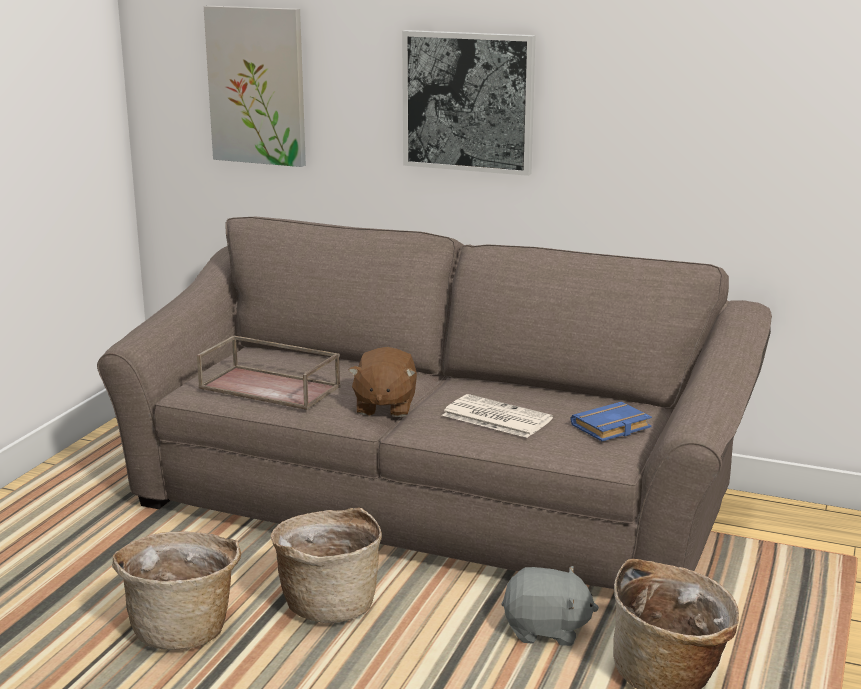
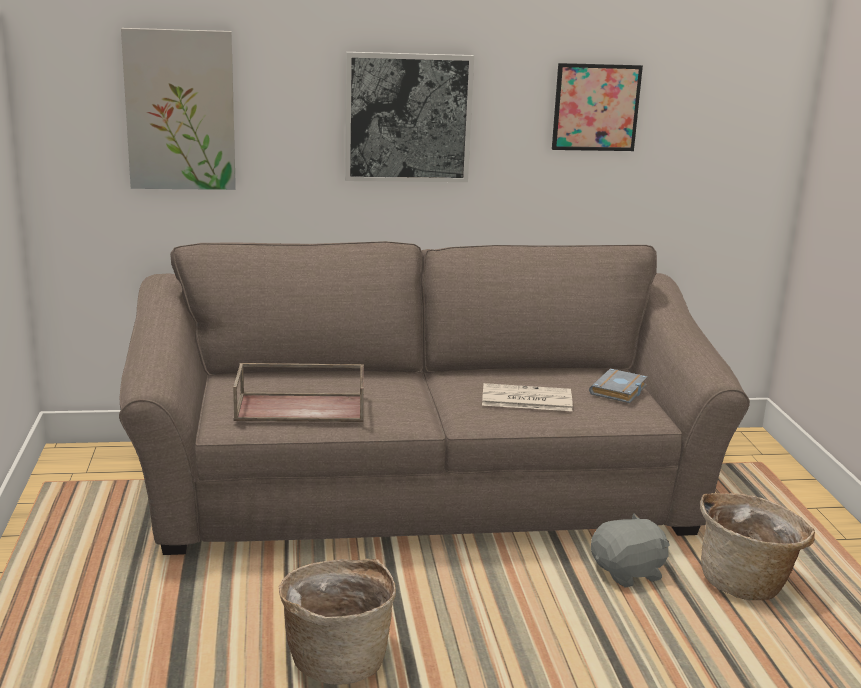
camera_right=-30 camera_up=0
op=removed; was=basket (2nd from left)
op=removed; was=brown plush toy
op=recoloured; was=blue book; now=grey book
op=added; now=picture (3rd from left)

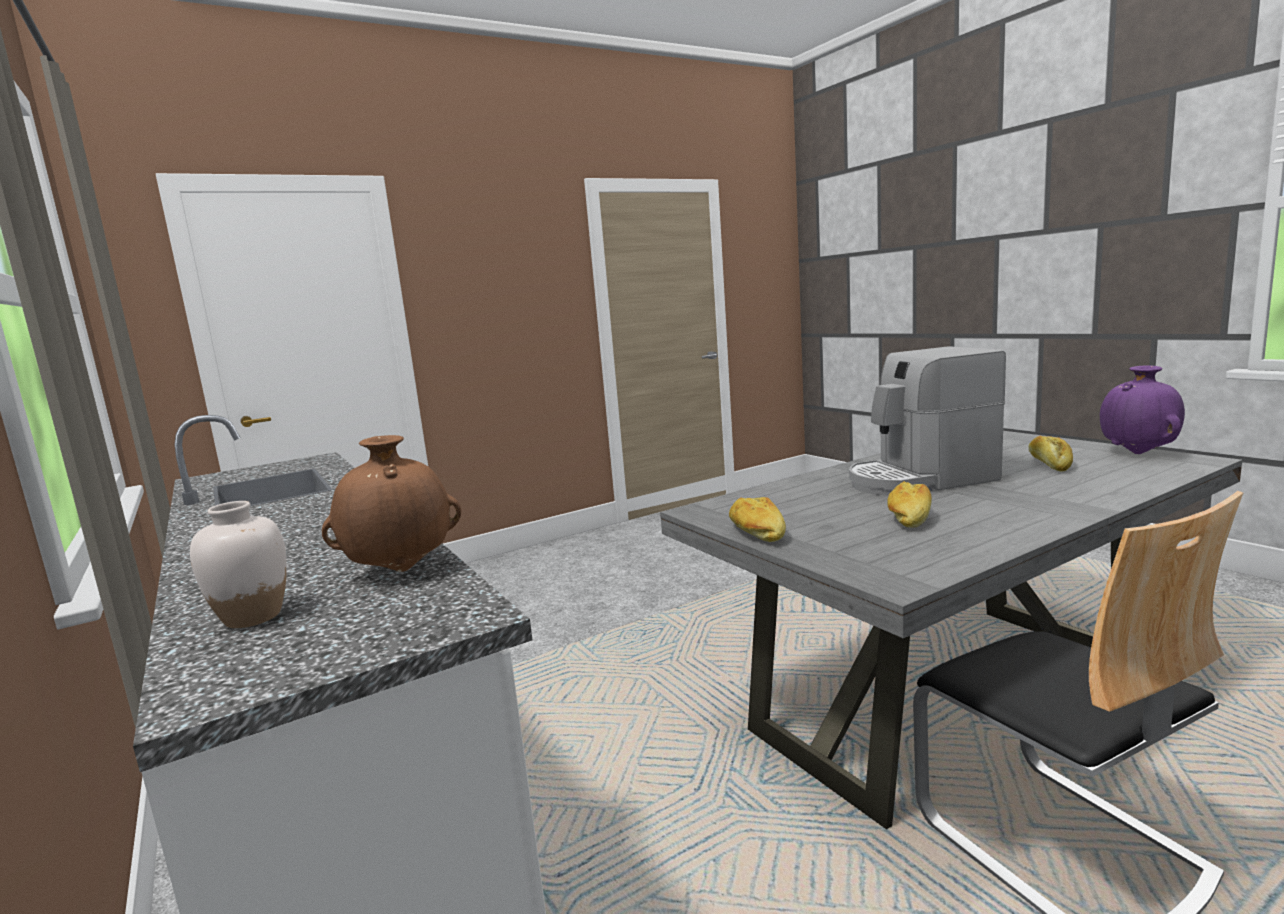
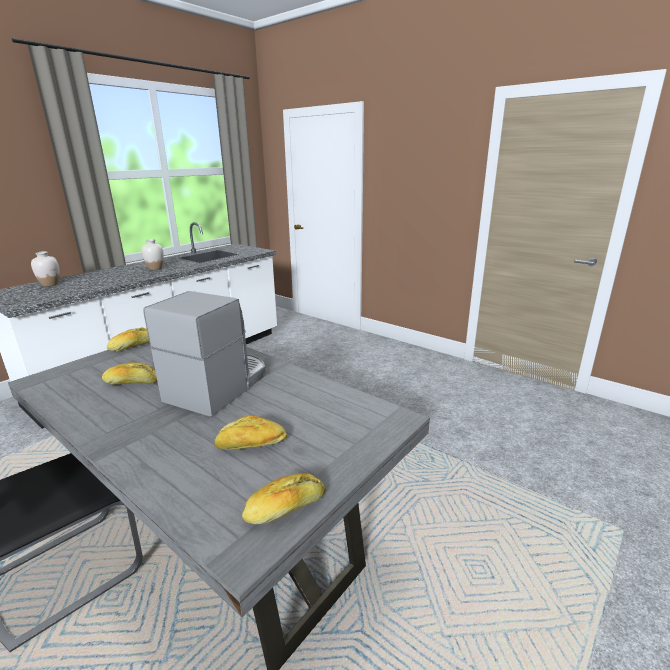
camera_right=70 camera_up=10
op=removed; was=brown vase
op=turned; was=coffee machine; clockwise=60
op=replaced; was=purple vase; now=bread (4th from left)
op=added; now=white vase (2nd from left)

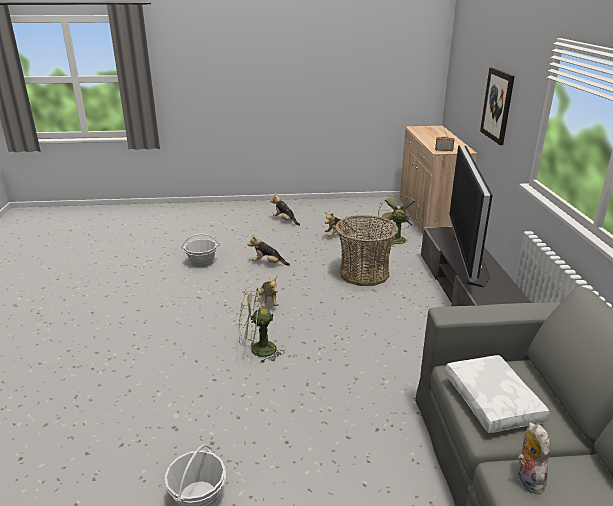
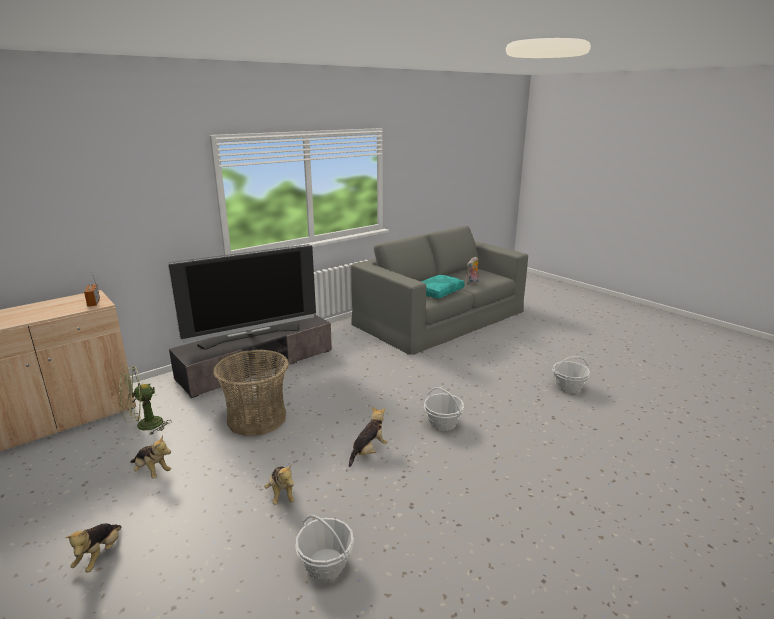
camera_right=-125 camera_up=-5
op=replaced; was=green fan (1st from left); now=basket (3rd from left)
op=recoloured; was=white pillow; now=turquoise pillow
op=removed; was=picture

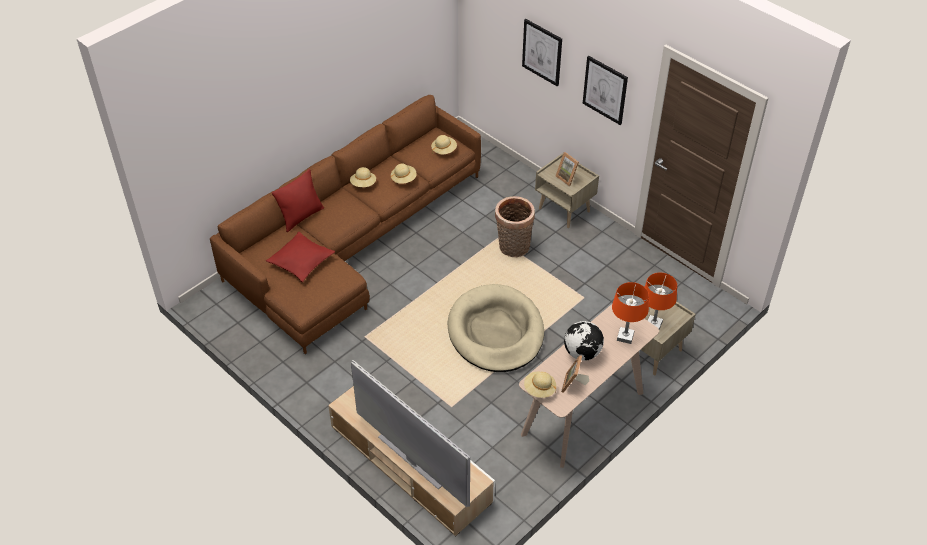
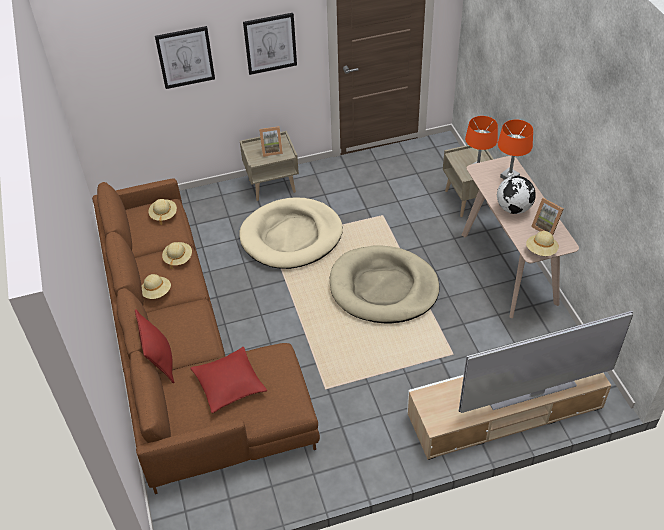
camera_right=-60 camera_up=0
op=replaced; was=basket; now=beige dog bed (1st from left)

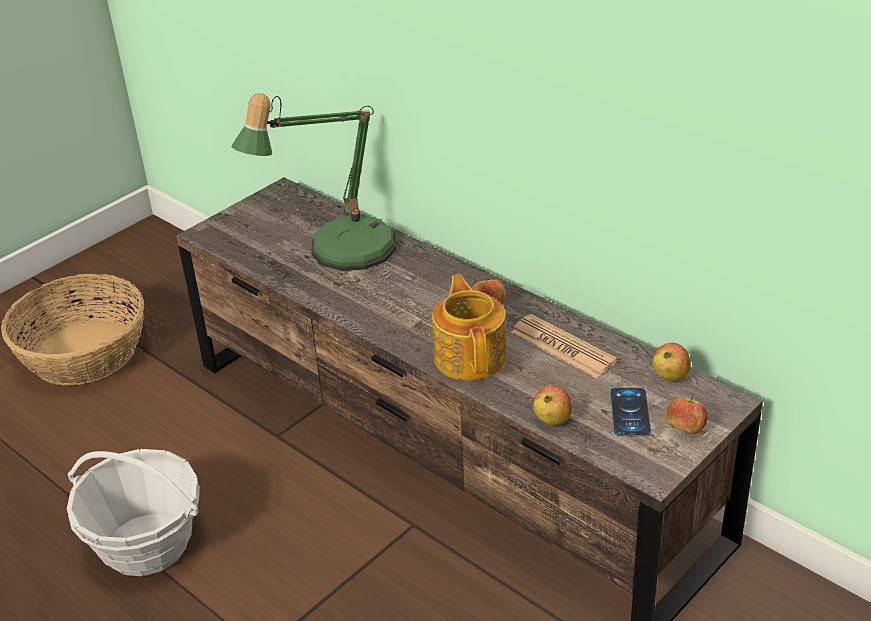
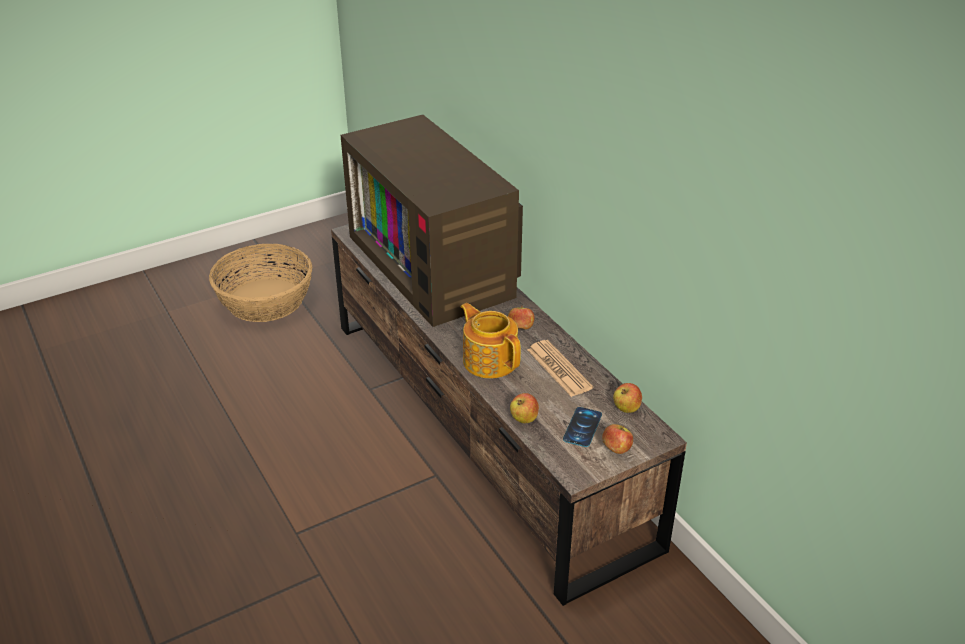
camera_right=15 camera_up=0
op=removed; was=basket (2nd from left)
op=replaced; was=table lamp; now=television
op=turned; was=teapot; clockwise=-45

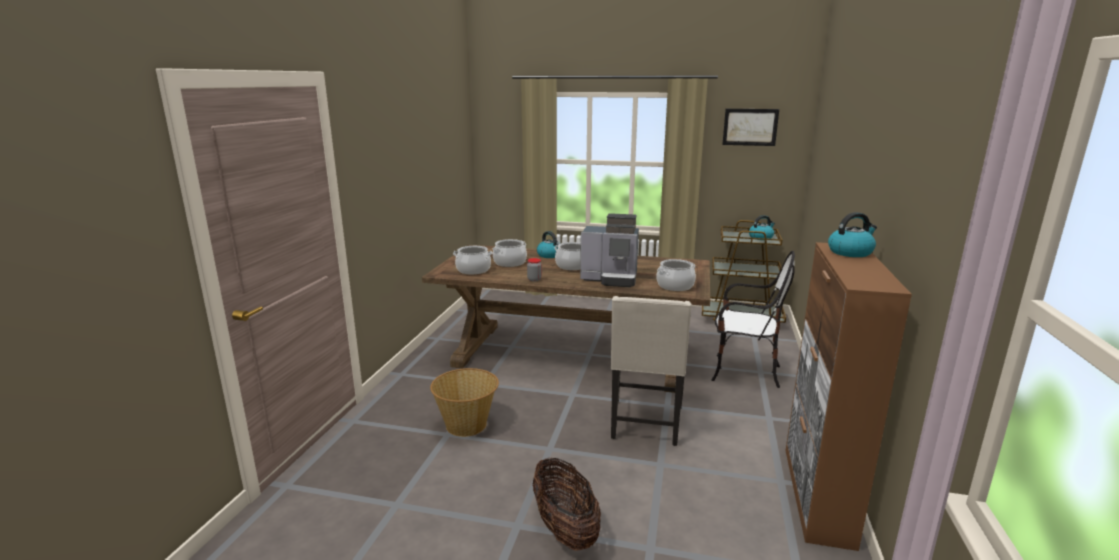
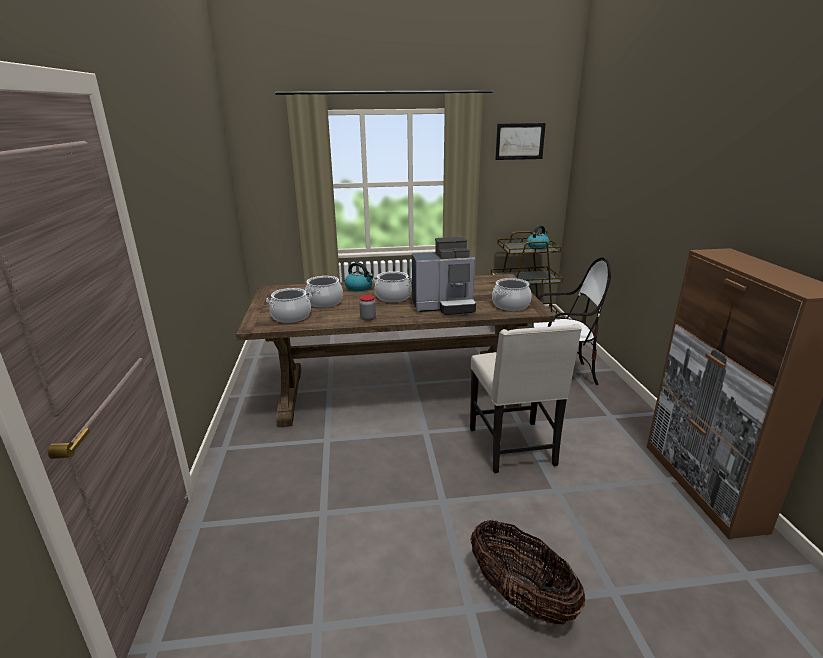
camera_right=-20 camera_up=5
op=removed; was=basket (1st from left)
op=removed; was=kettle (3rd from left)

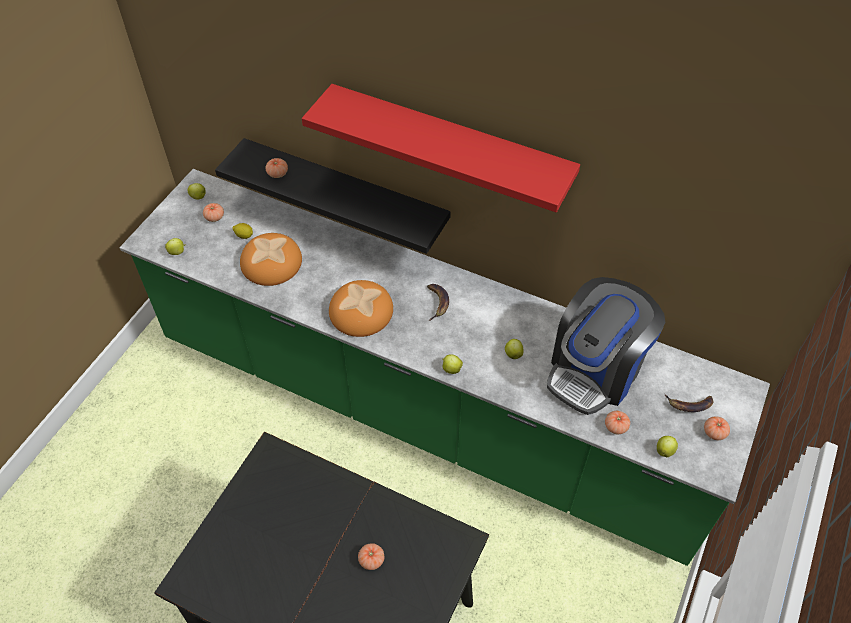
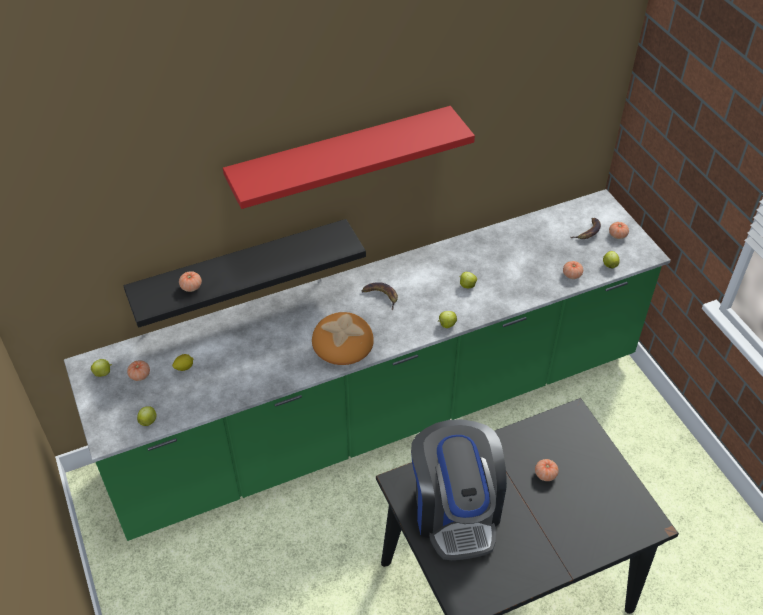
camera_right=-50 camera_up=-5
op=removed; was=bread (1st from left)
op=moved; was=coffee machine

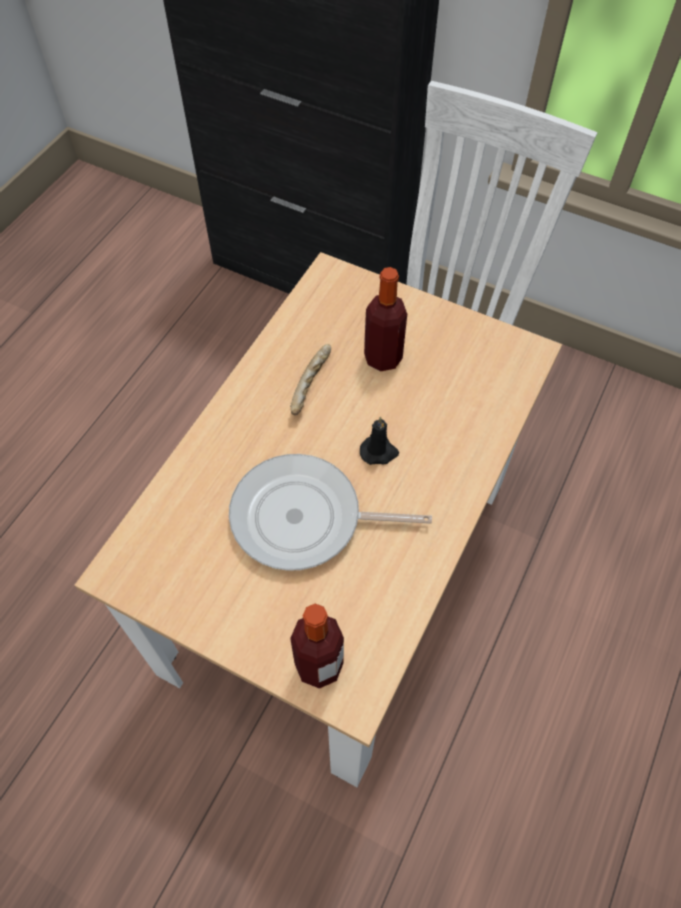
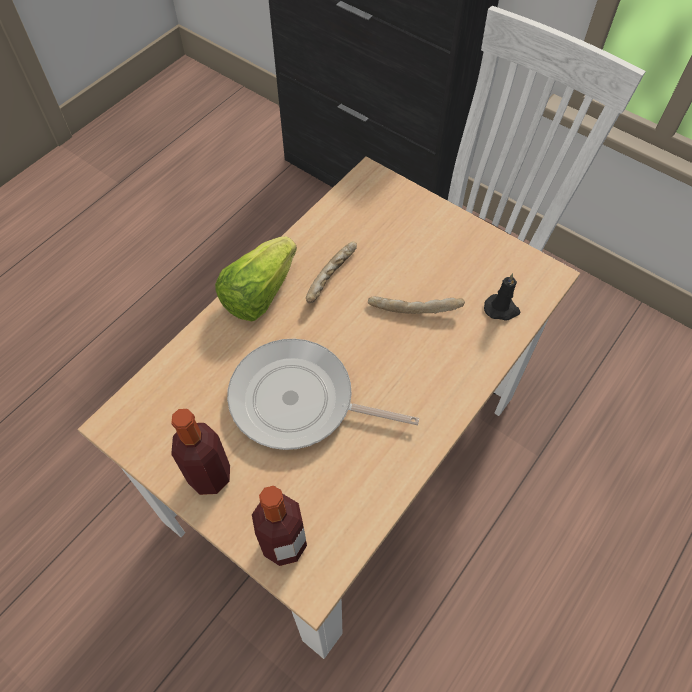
camera_right=10 camera_up=0
op=moved; was=black candle
op=moved; was=bottle (2nd from left in the first image); now=bottle (1st from left)
op=added; now=lettuce
op=added; now=bread (2nd from left)

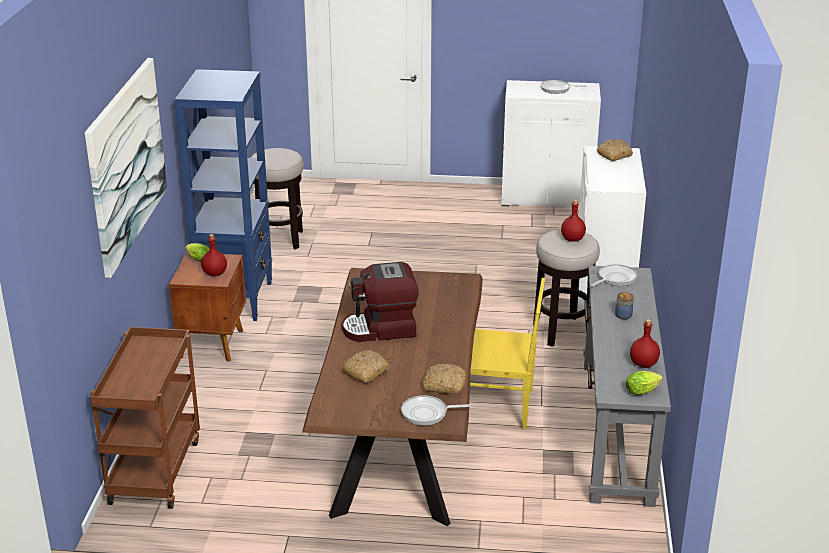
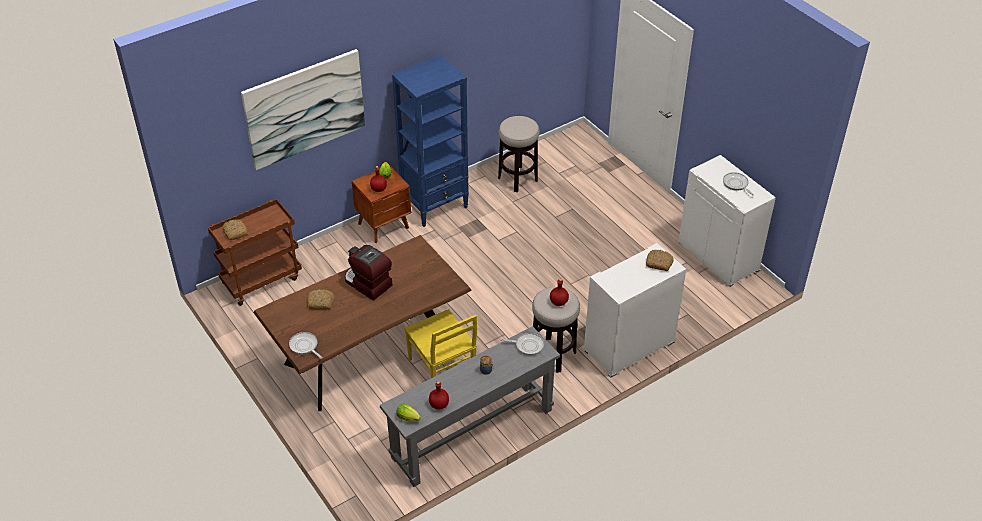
camera_right=50 camera_up=15
op=moved; was=bread (2nd from left in the first image); now=bread (1st from left)

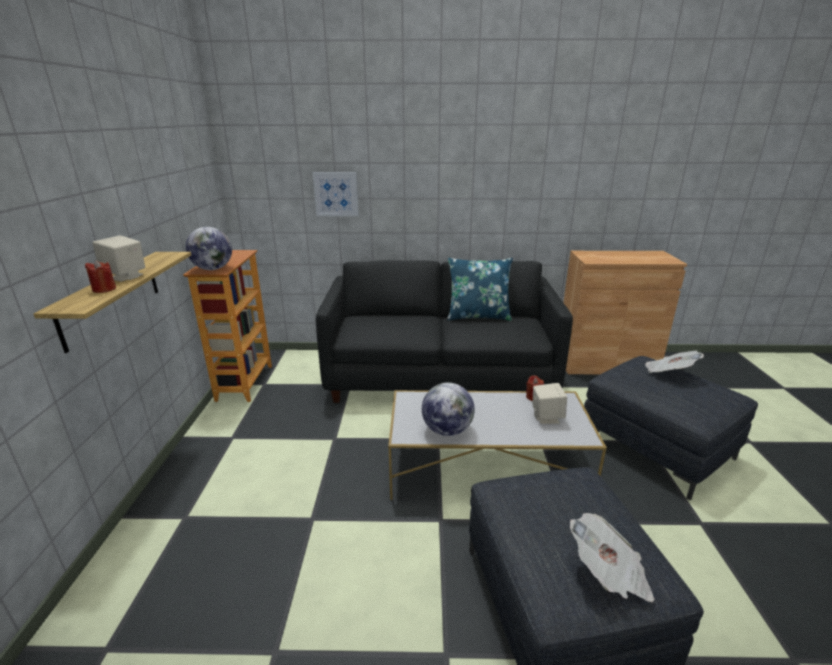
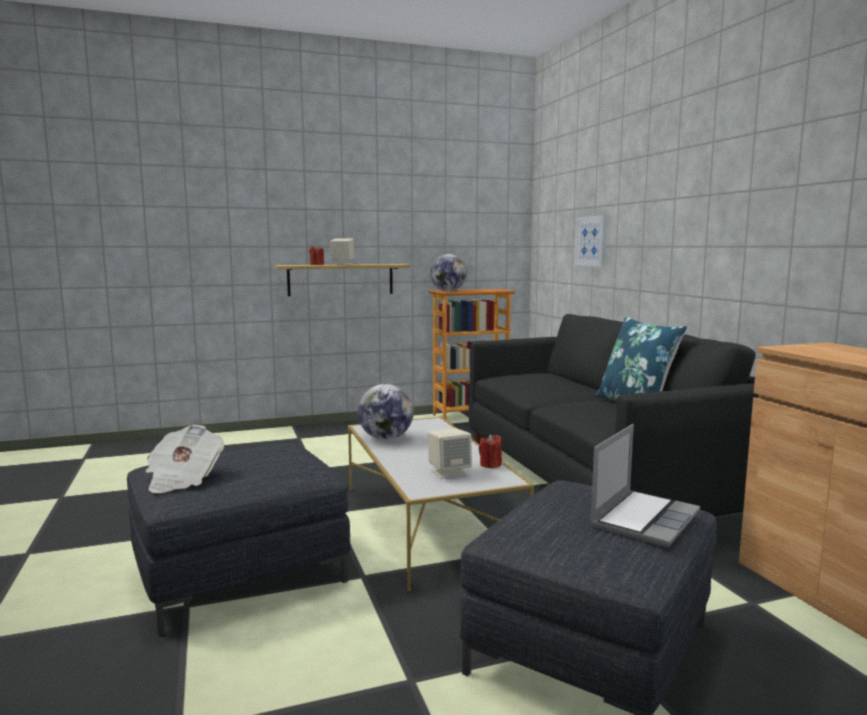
camera_right=70 camera_up=-15
op=replaced; was=newspaper (2nd from left); now=laptop

